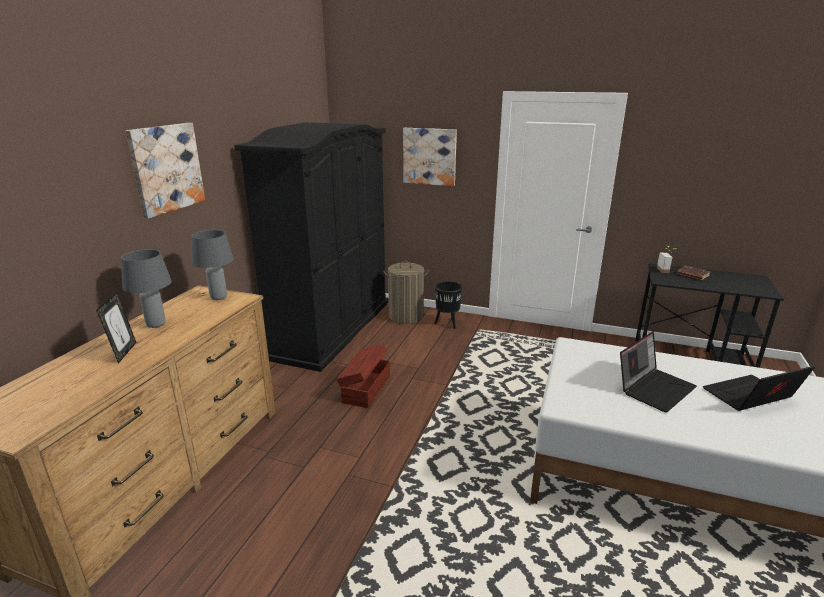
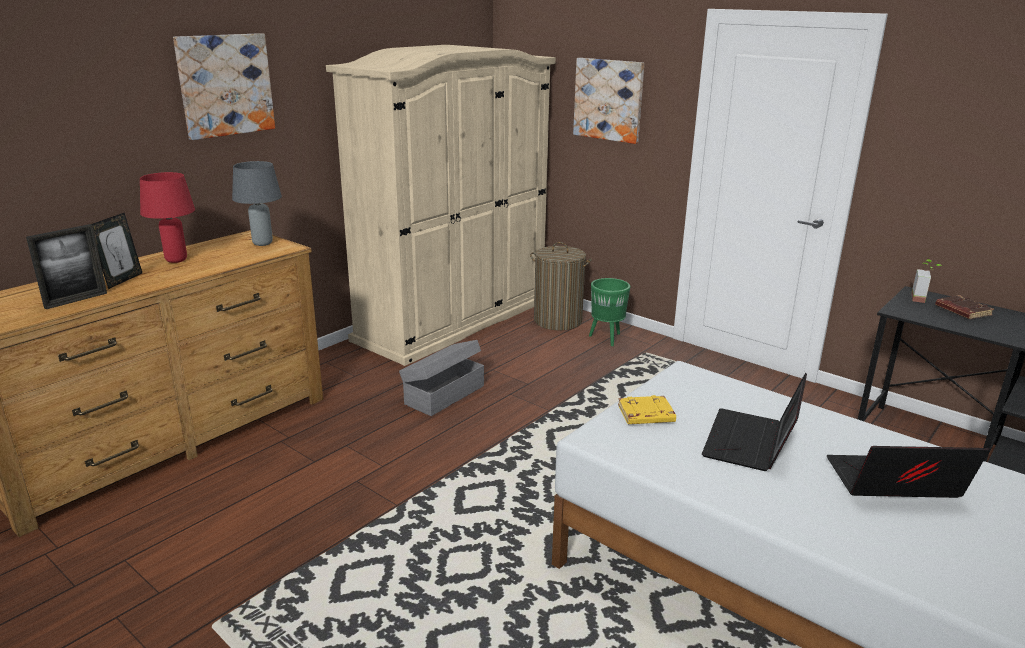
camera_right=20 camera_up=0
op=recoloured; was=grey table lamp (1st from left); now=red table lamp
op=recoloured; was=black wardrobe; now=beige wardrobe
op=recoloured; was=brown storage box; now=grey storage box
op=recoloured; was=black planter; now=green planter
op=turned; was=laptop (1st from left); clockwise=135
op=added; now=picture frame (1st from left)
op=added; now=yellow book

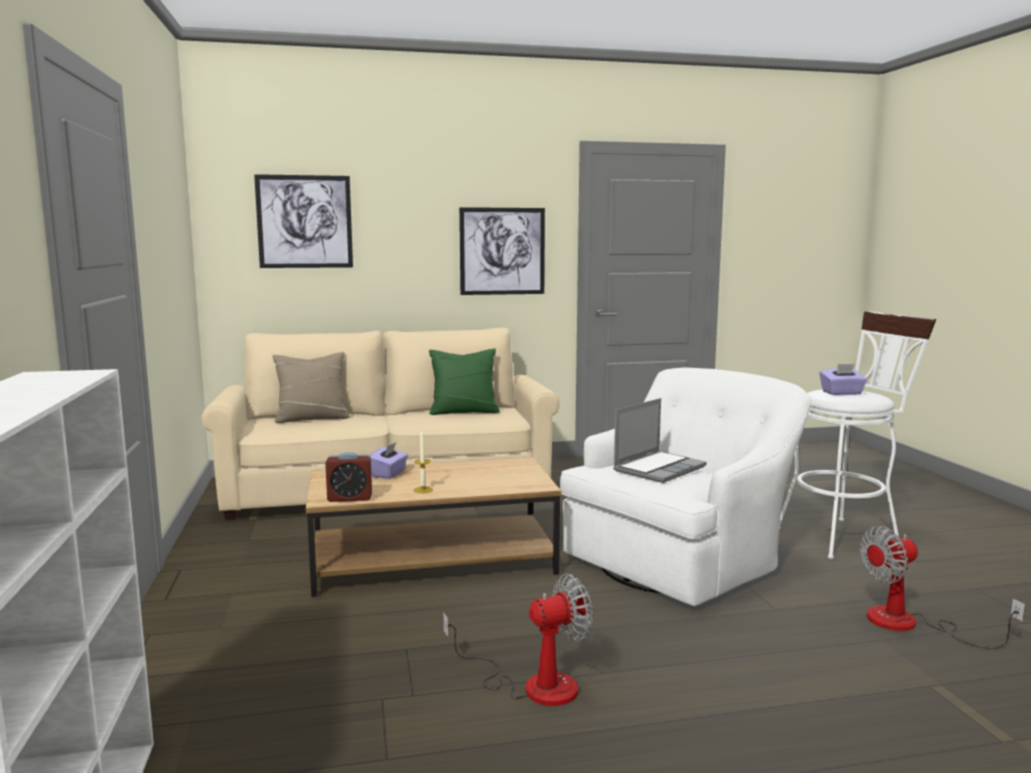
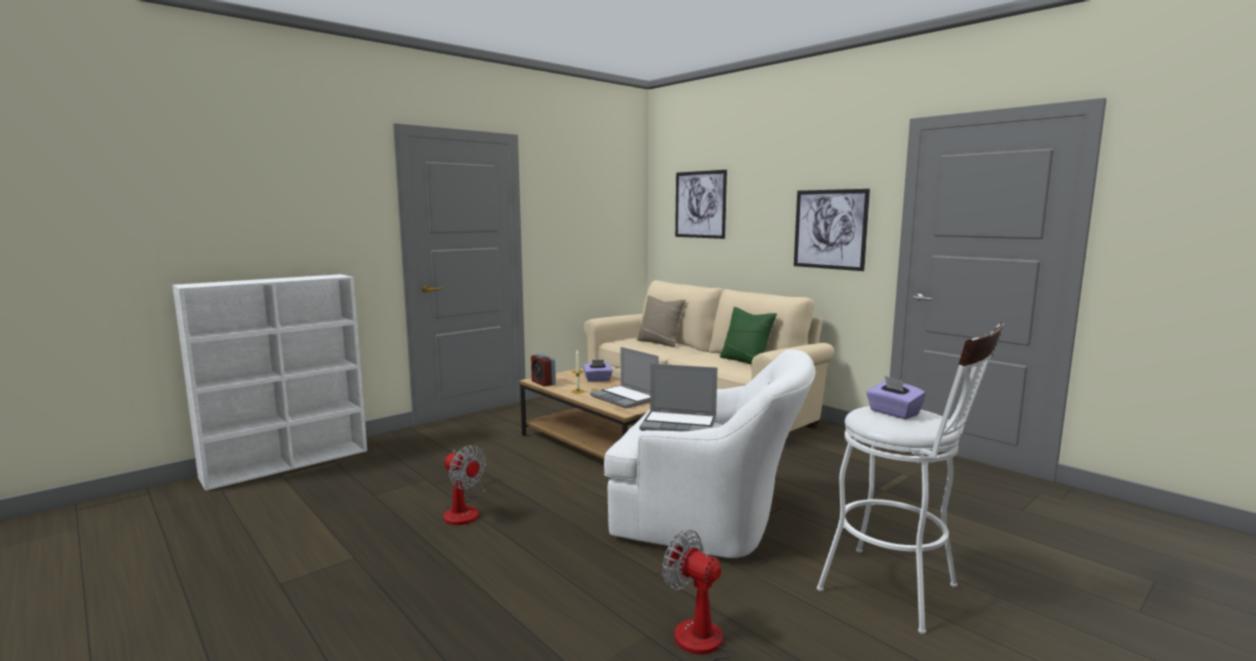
camera_right=60 camera_up=0
op=added; now=laptop (1st from left)

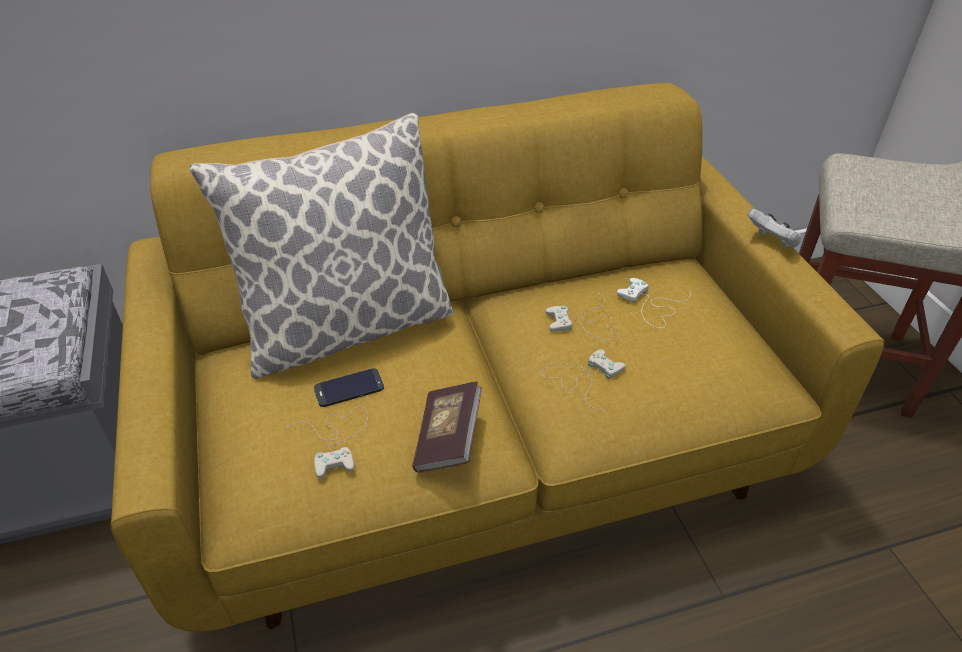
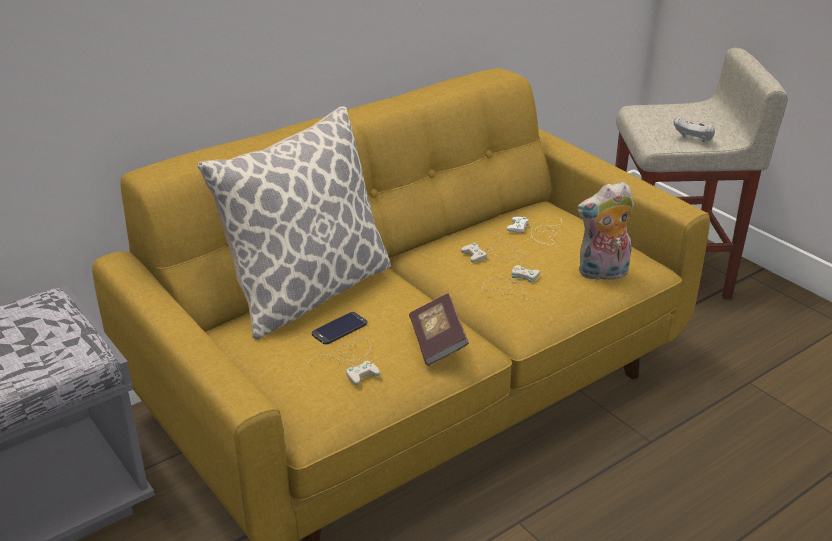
camera_right=-20 camera_up=-10
op=moved; was=white game controller (5th from left)
op=added; now=plush toy

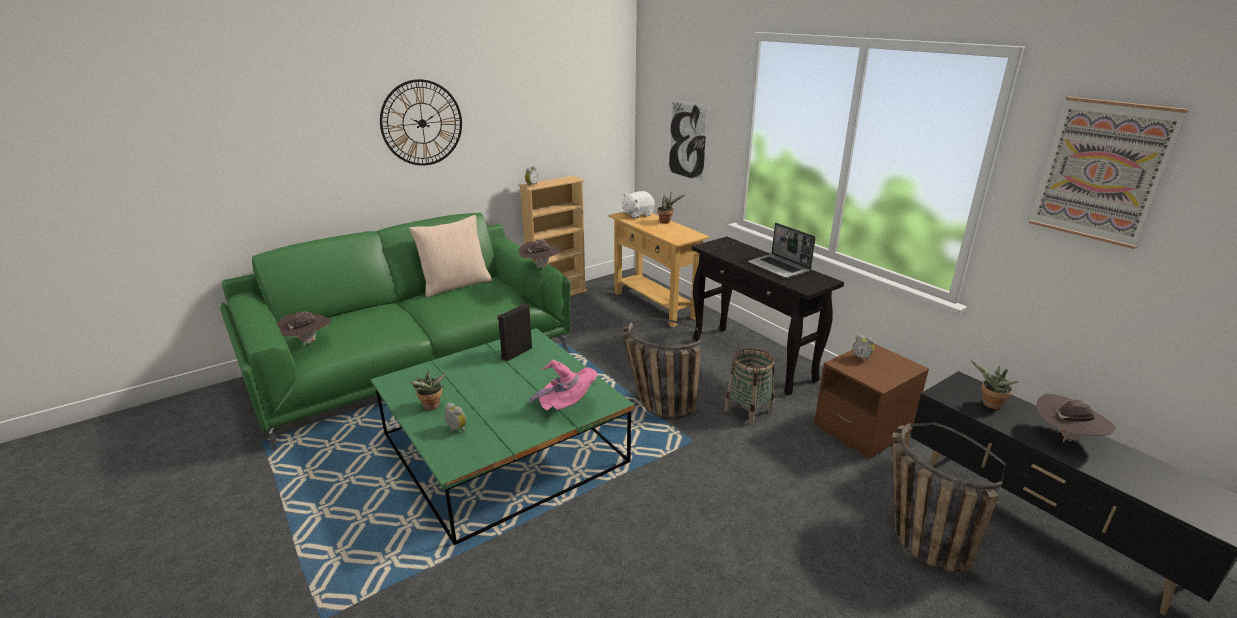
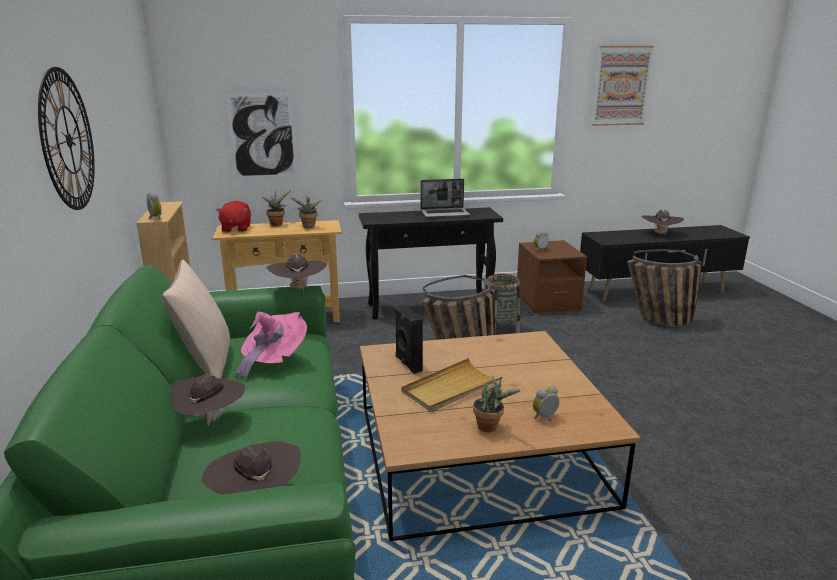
camera_right=-65 camera_up=-5
op=recoloured; was=green coffee table; now=brown coffee table
op=moved; was=pink hat
op=recoloured; was=white plush toy; now=red plush toy
op=moved; was=potted plant (3rd from left in the first image); now=potted plant (2nd from left)
op=added; now=brown hat (1st from left)
op=added; now=beige tray

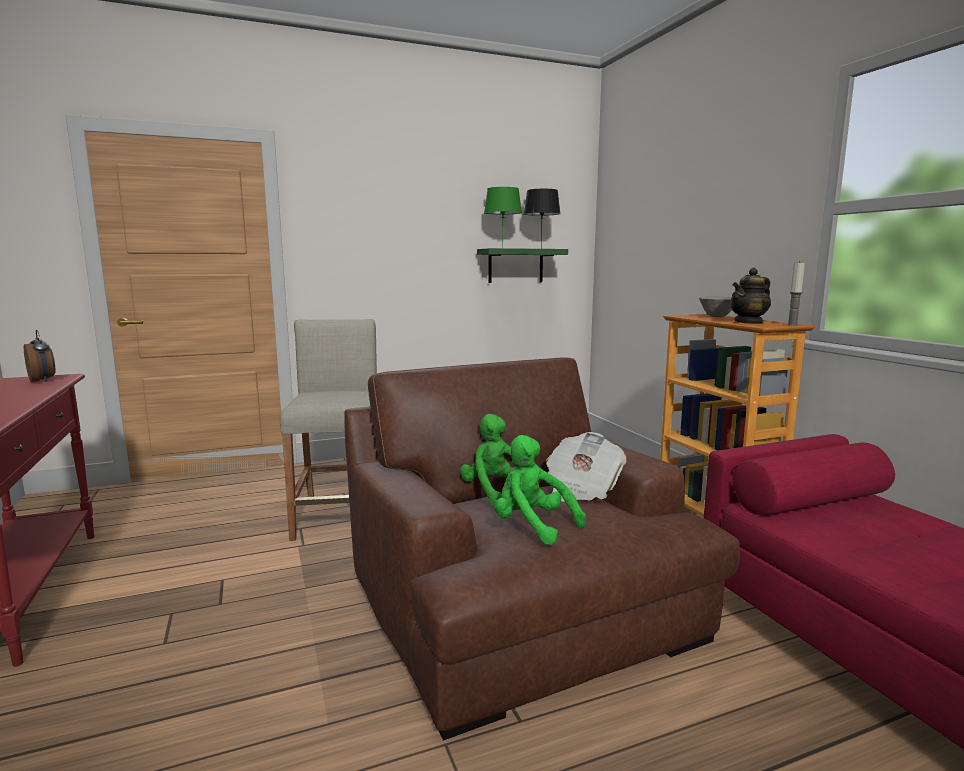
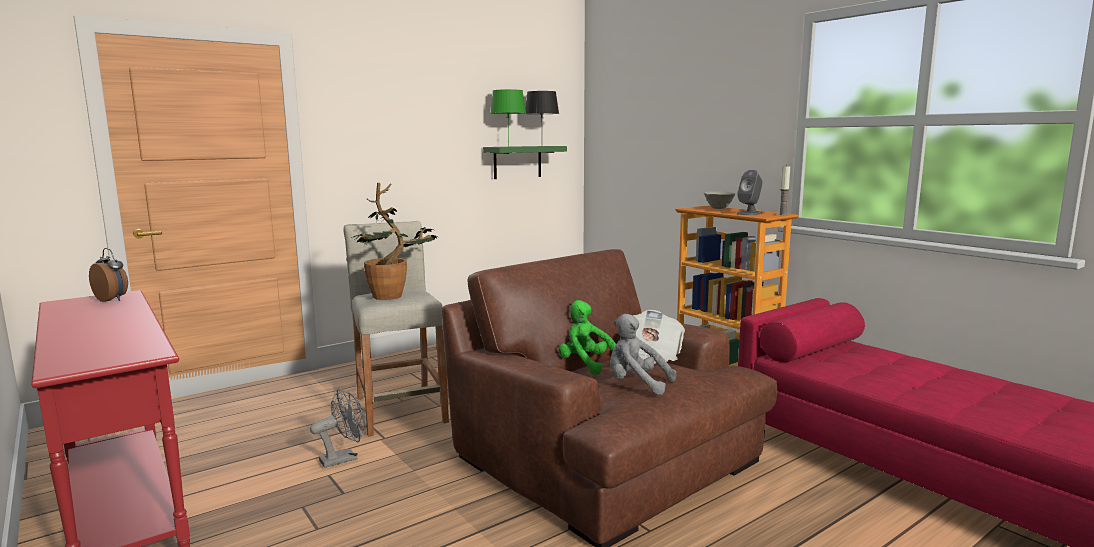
camera_right=-15 camera_up=0
op=recoloured; was=green plush toy (2nd from left); now=grey plush toy
op=replaced; was=teapot; now=grey speaker
op=added; now=grey fan
op=added; now=potted plant

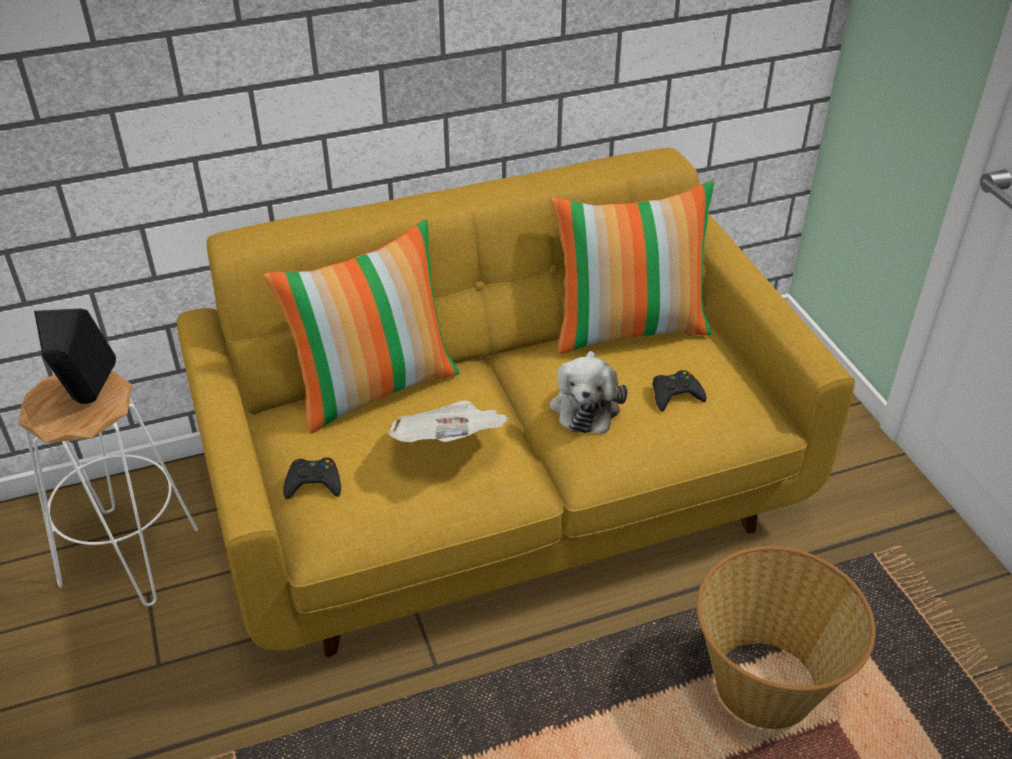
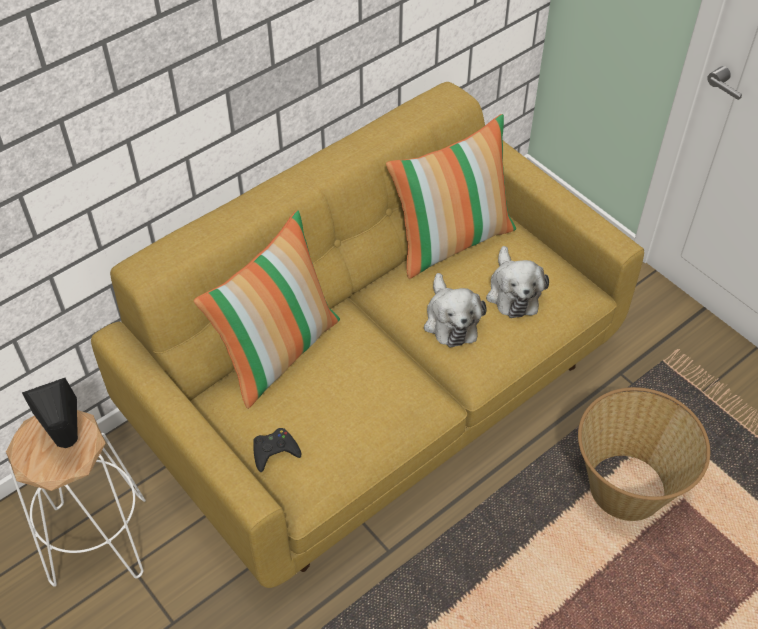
camera_right=-20 camera_up=10
op=removed; was=newspaper
op=replaced; was=black game controller (2nd from left); now=plush toy (2nd from left)

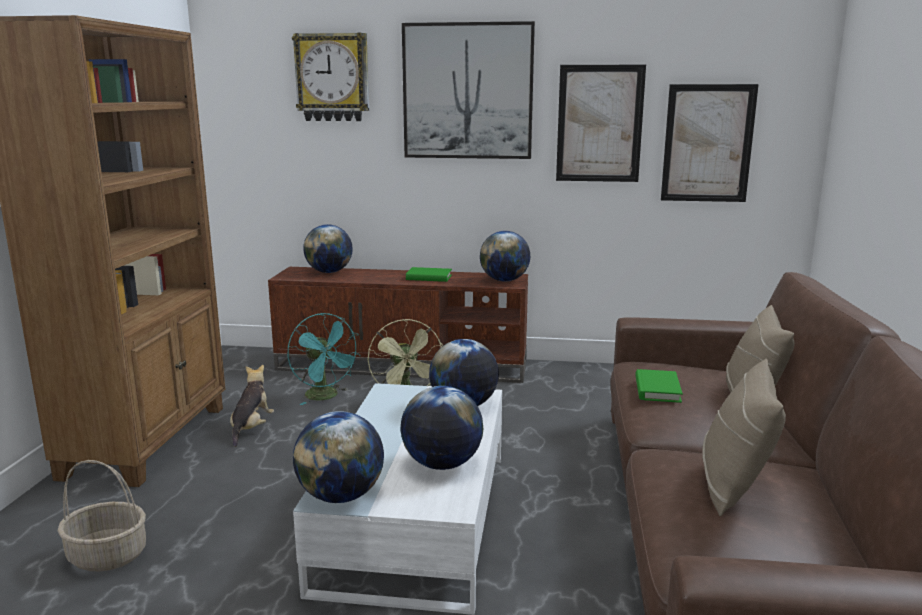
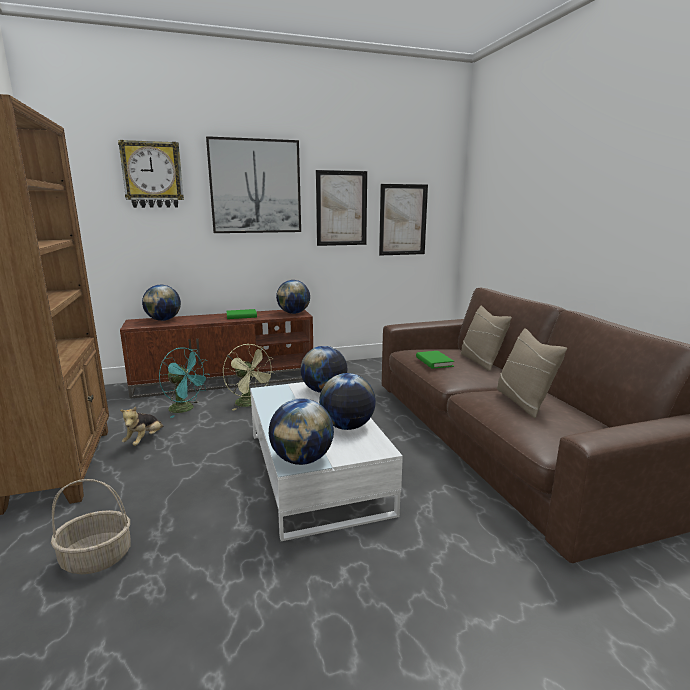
camera_right=-25 camera_up=0
op=turned; was=plush toy; clockwise=-150

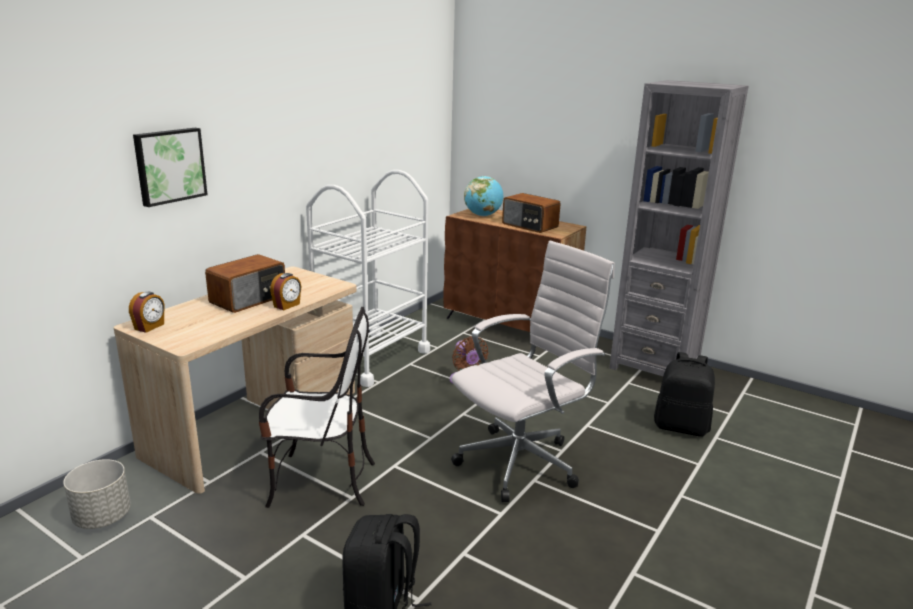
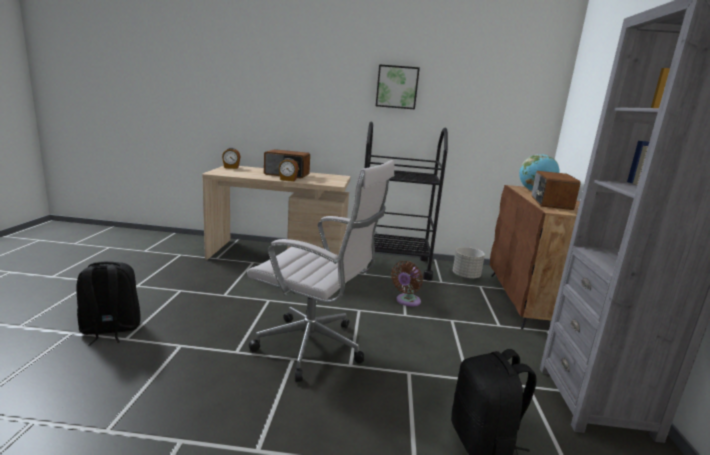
camera_right=60 camera_up=-5
op=moved; was=grey planter
op=moved; was=picture
op=removed; was=chair
op=recoloured; was=white cart; now=black cart

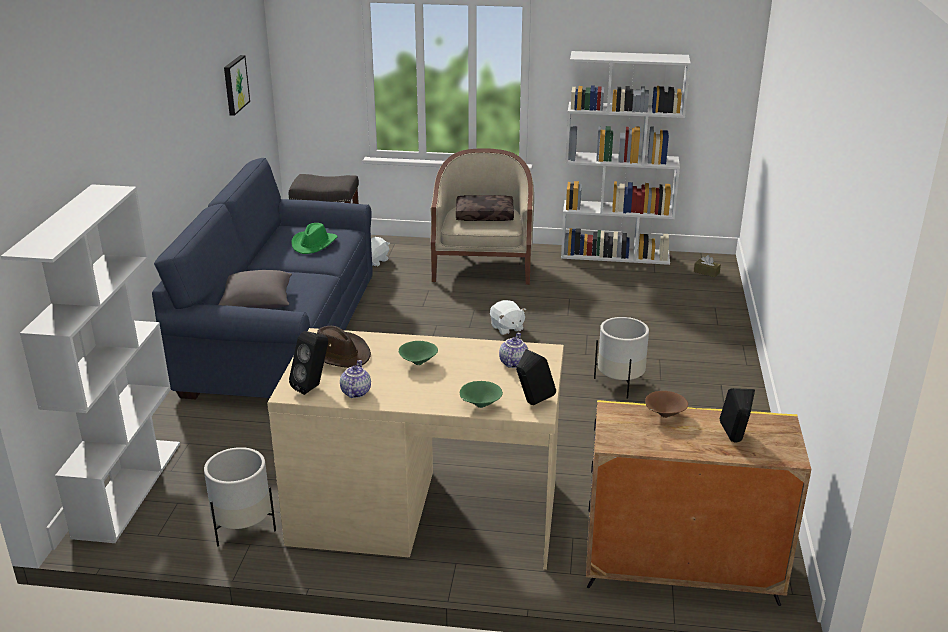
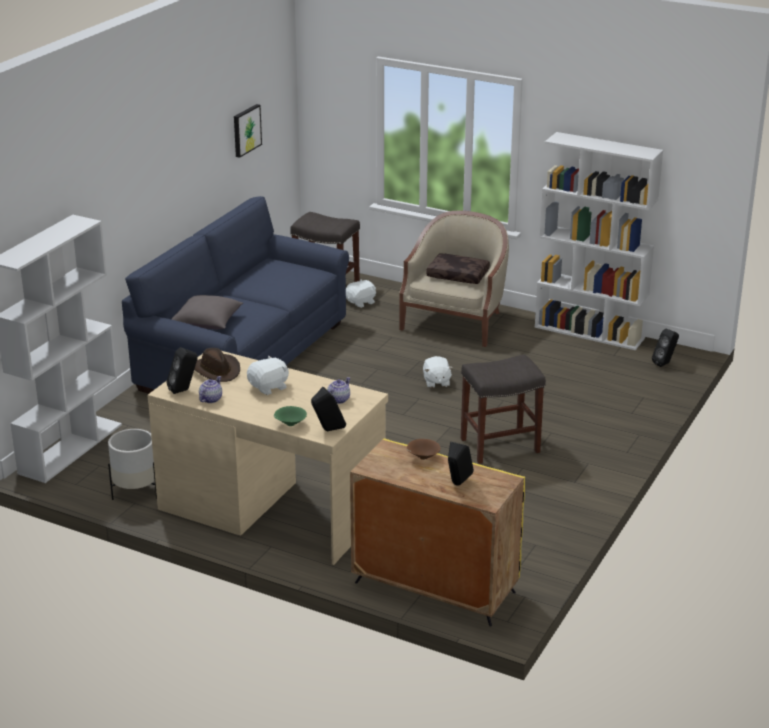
camera_right=20 camera_up=0
op=removed; was=green hat
op=replaced; was=green bowl (1st from left); now=white plush toy (1st from left)
op=replaced; was=white planter (2nd from left); now=grey stool (2nd from left)
op=replaced; was=brown tissue box; now=black speaker (4th from left)

